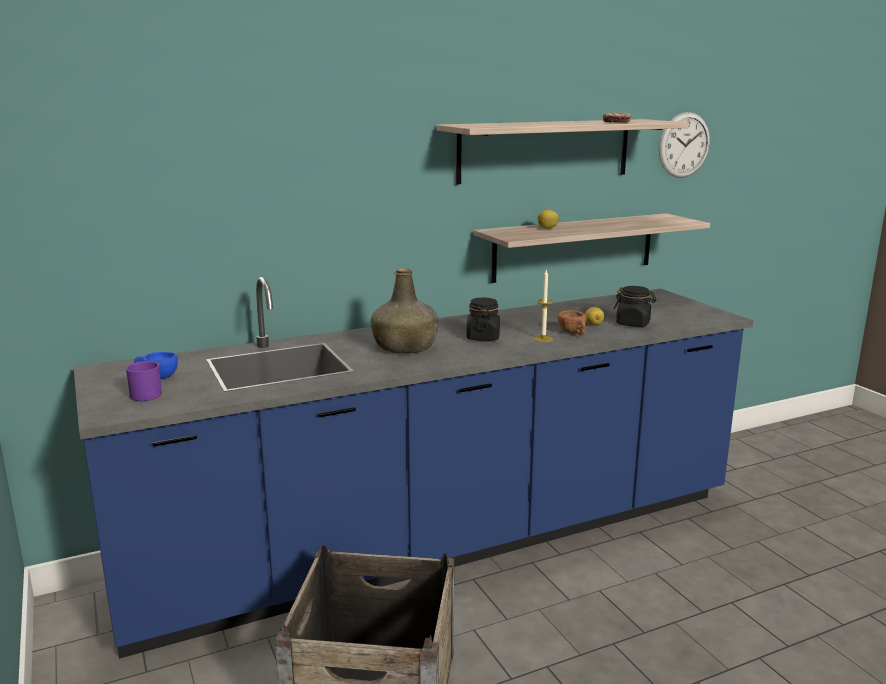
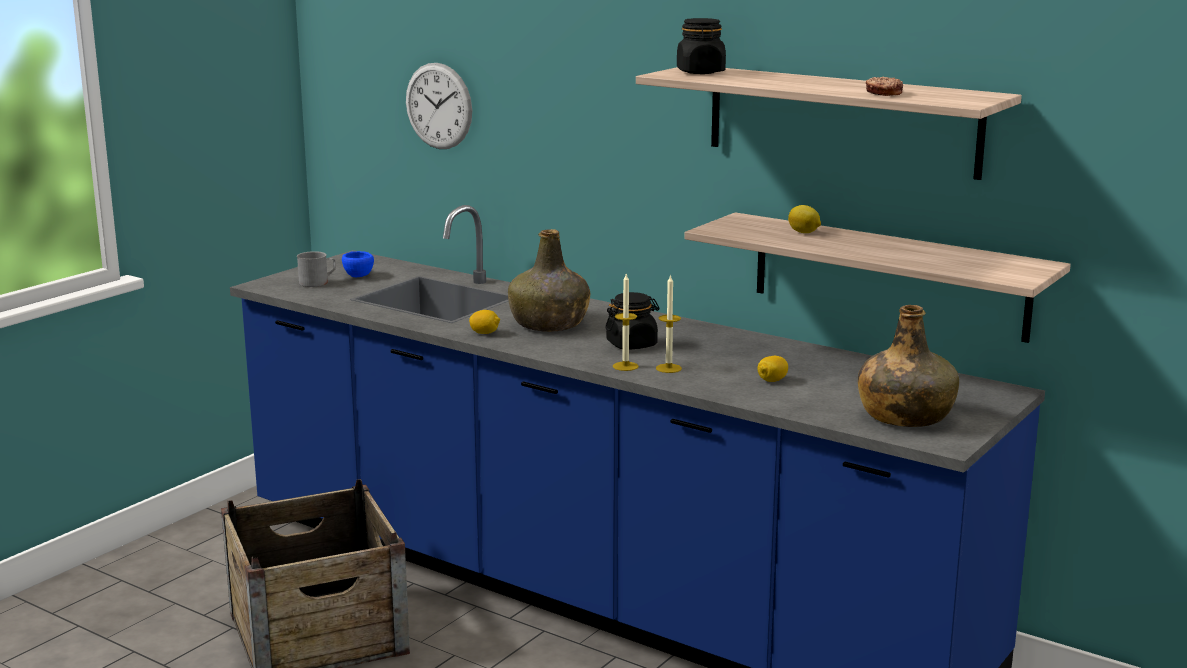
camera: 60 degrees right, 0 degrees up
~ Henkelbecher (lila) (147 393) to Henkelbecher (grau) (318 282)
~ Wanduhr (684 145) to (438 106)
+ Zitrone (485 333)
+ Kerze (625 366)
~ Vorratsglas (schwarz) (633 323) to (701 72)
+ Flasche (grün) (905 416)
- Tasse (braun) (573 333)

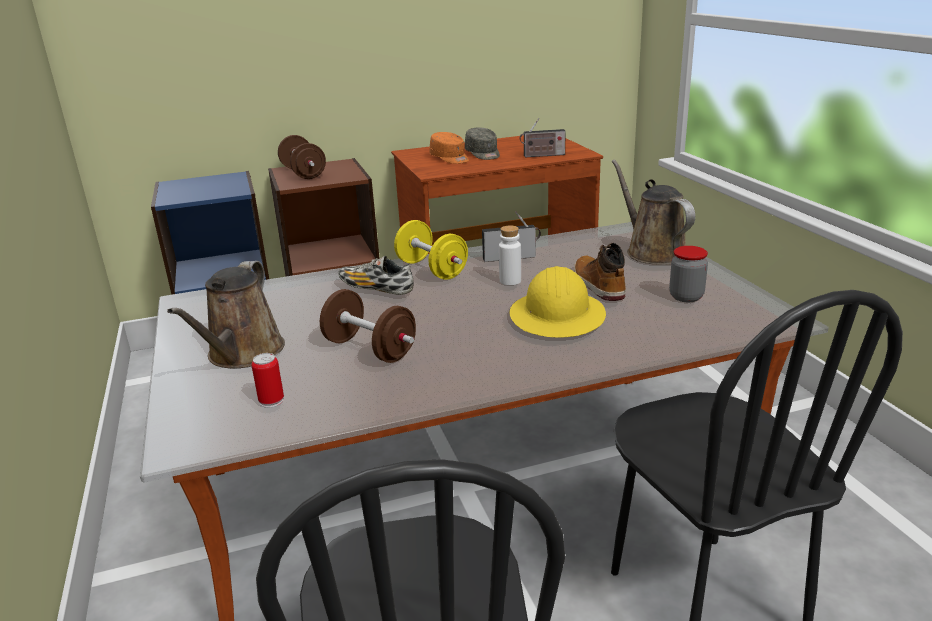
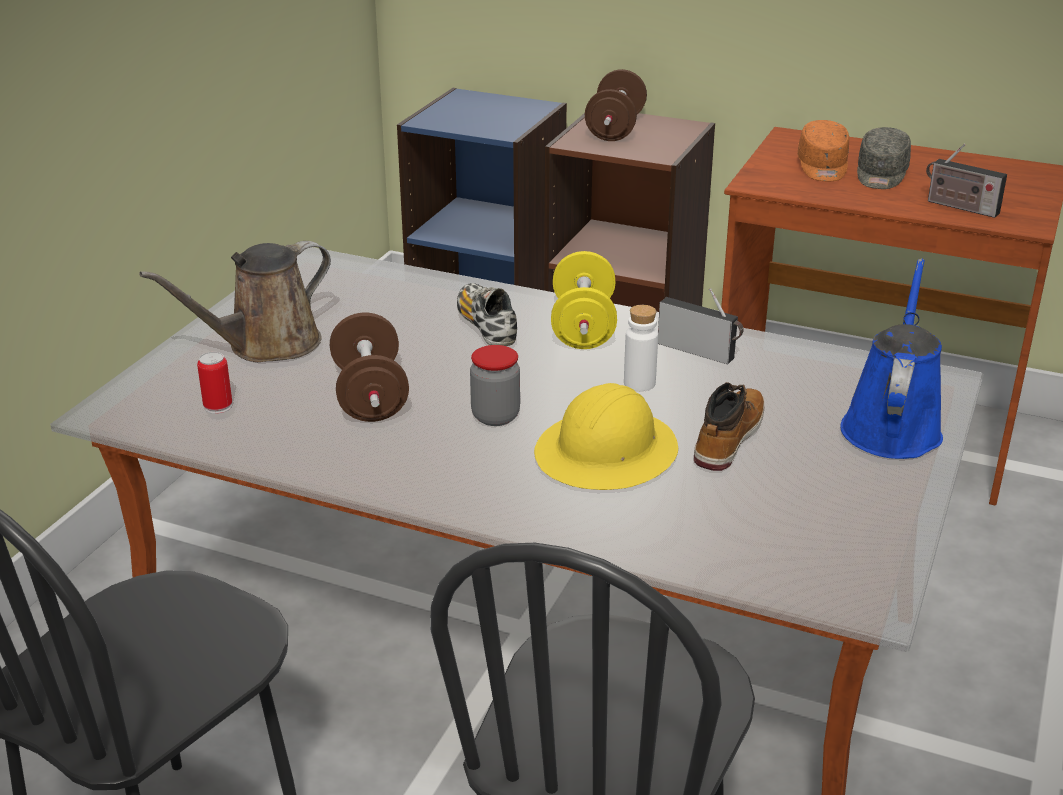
camera: 40 degrees right, 5 degrees up
~ Vorratsglas (686 297) to (495 416)
~ Gießkanne (braun) (652 252) to Gießkanne (blau) (891 426)

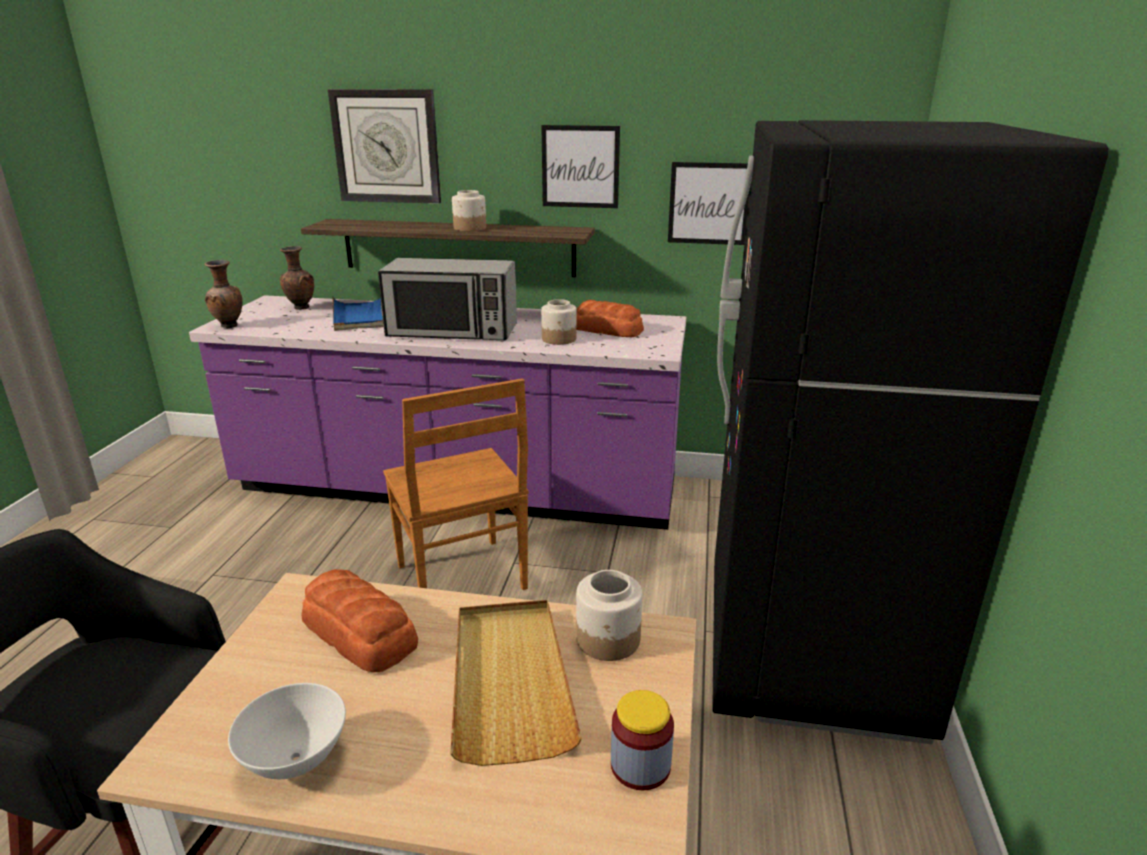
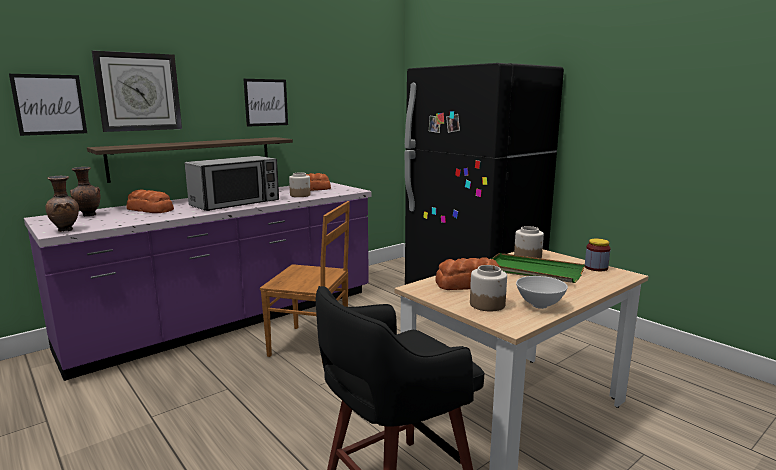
camera: 50 degrees left, 10 degrees down
~ Bild (709 203) to (49 104)
~ Tablett (blau) (359 316) to Brot (150 210)
~ Vorratsglas (470 228) to (487 304)
~ Tablett (beige) (510 680) to Tablett (grün) (533 271)

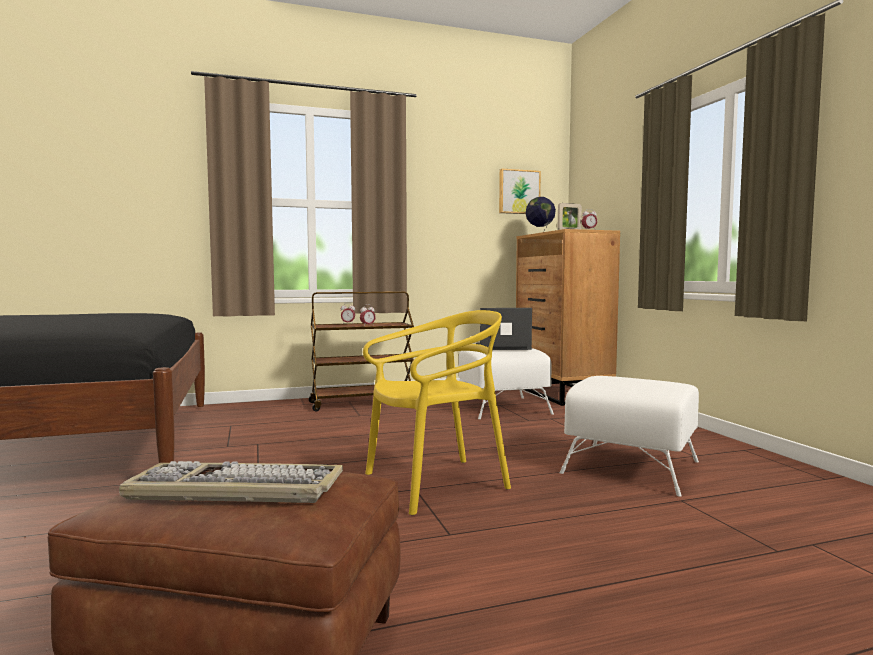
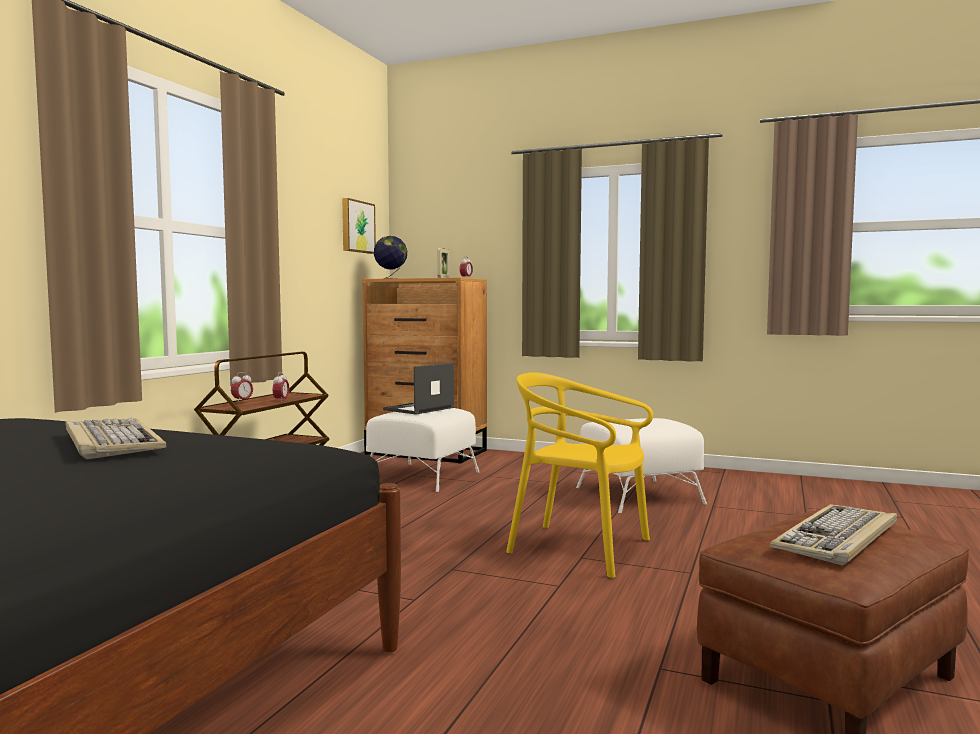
camera: 50 degrees left, 0 degrees up
+ Tastatur (110 442)
~ Stuhl (gelb) (435 484) = (580 548) 75 degrees counterclockwise

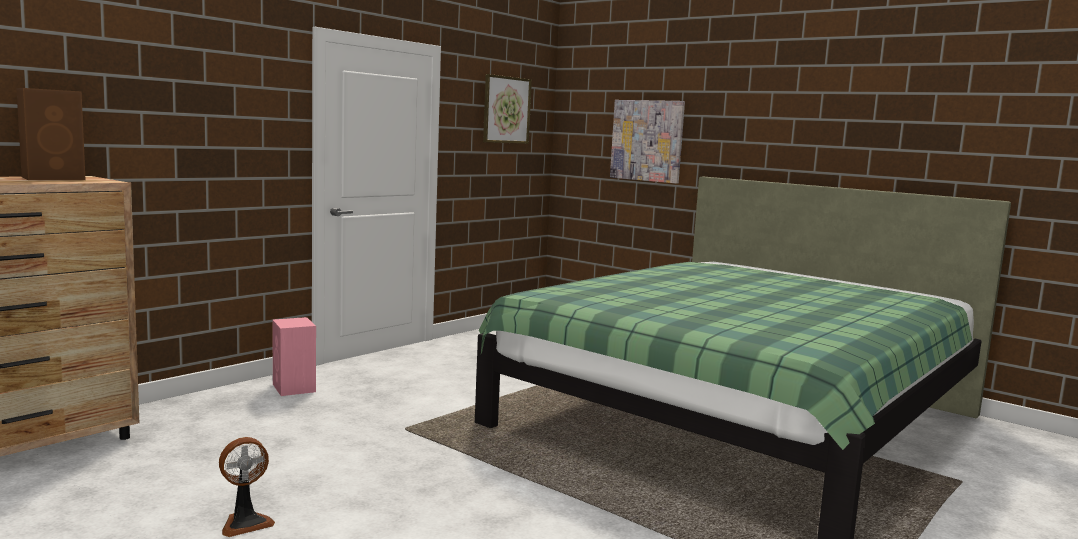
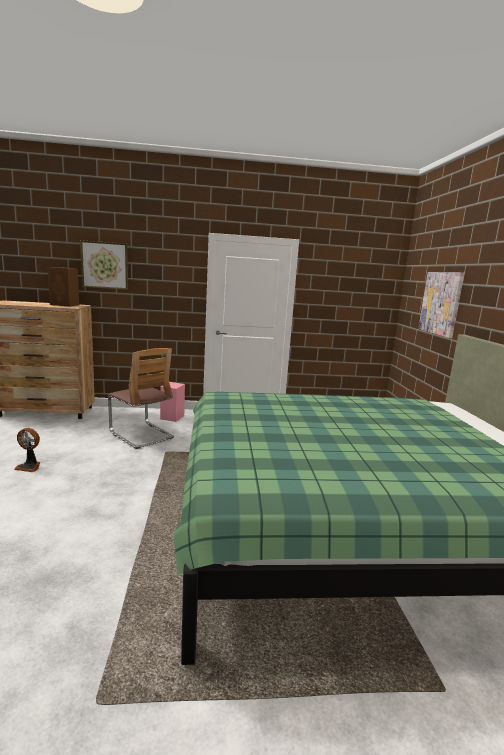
camera: 45 degrees right, 5 degrees up
~ Bild (506 110) to (104 265)
+ Stuhl (141 435)

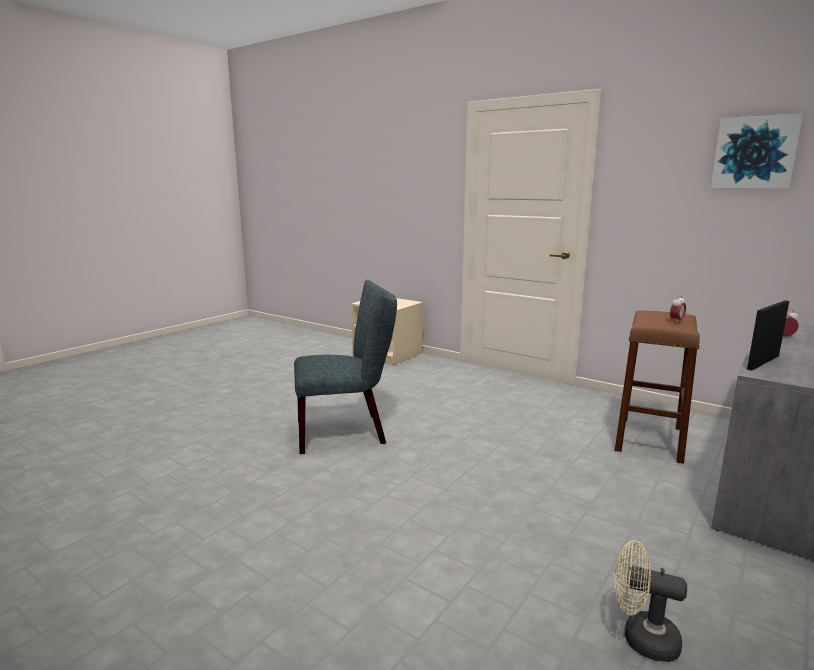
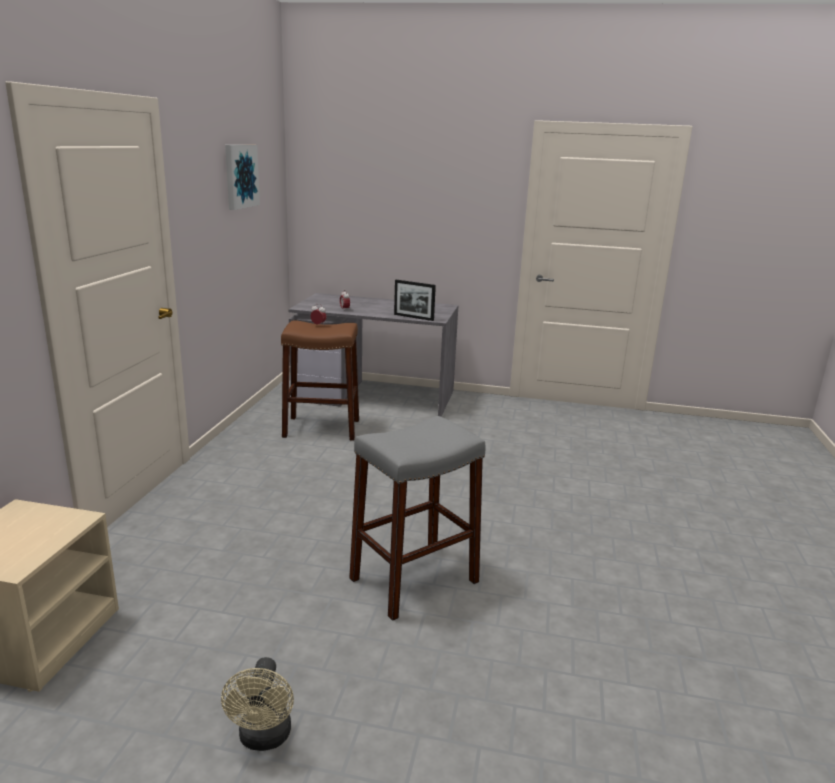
camera: 115 degrees left, 5 degrees up
~ Ventilator (beige) (641 638) to (264 738)
~ Stuhl (grau) (347 432) to Hocker (grau) (414 580)

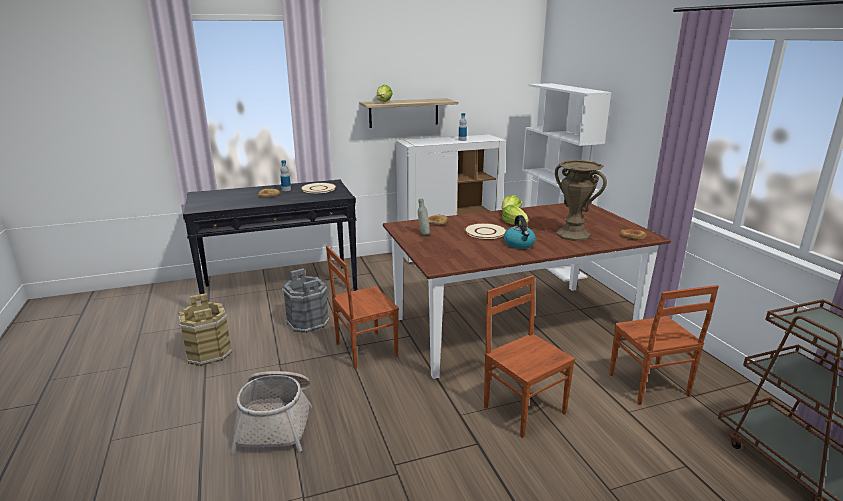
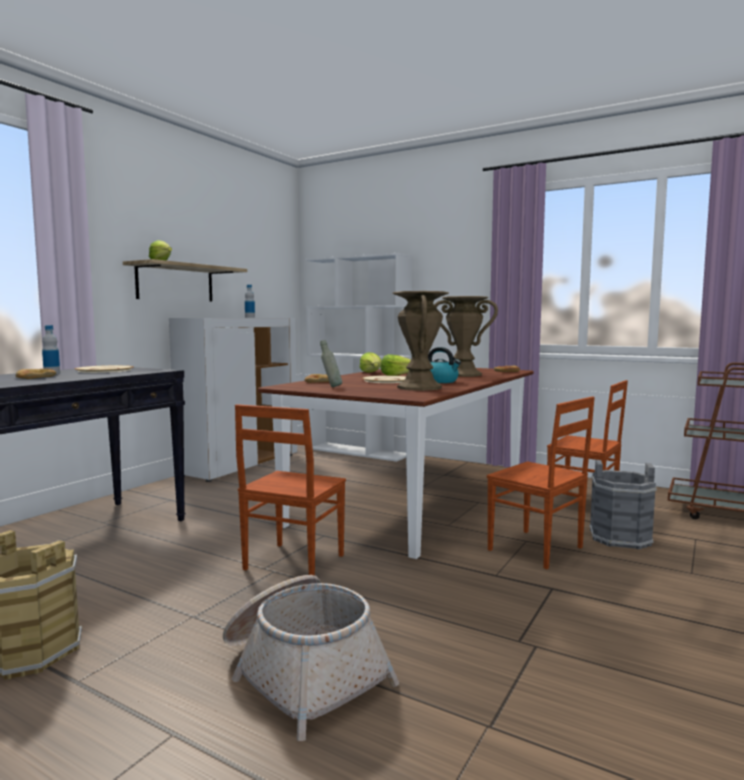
camera: 40 degrees left, 15 degrees down
+ Vase (braun) (419 388)
~ Stuhl (braun) (524 409) = (536 549) 150 degrees counterclockwise
~ Eimer (grau) (307 322) to (620 538)

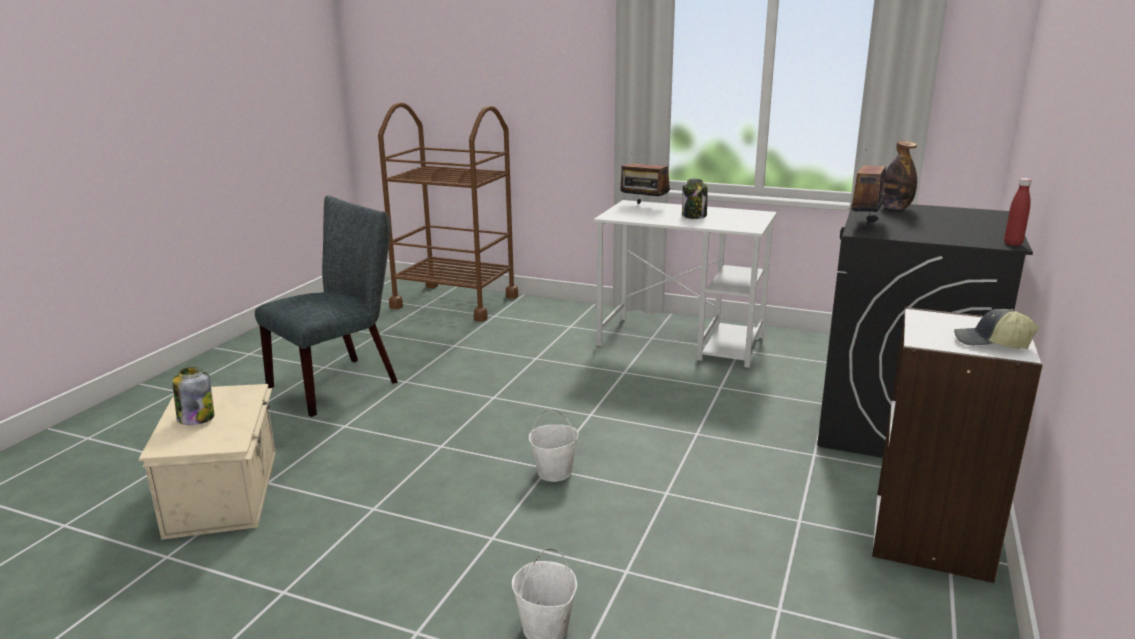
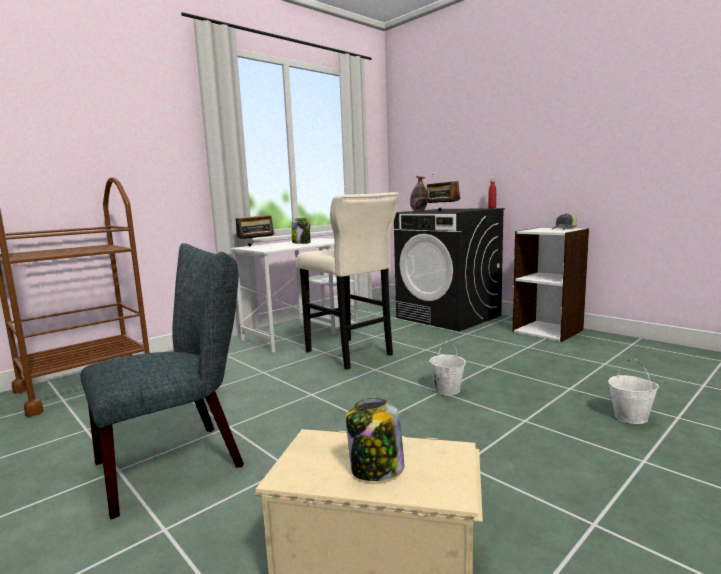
camera: 65 degrees left, 10 degrees down
~ Stuhl (grau) (341 382) = (179 461) 75 degrees clockwise
+ Hocker (beige) (351 354)

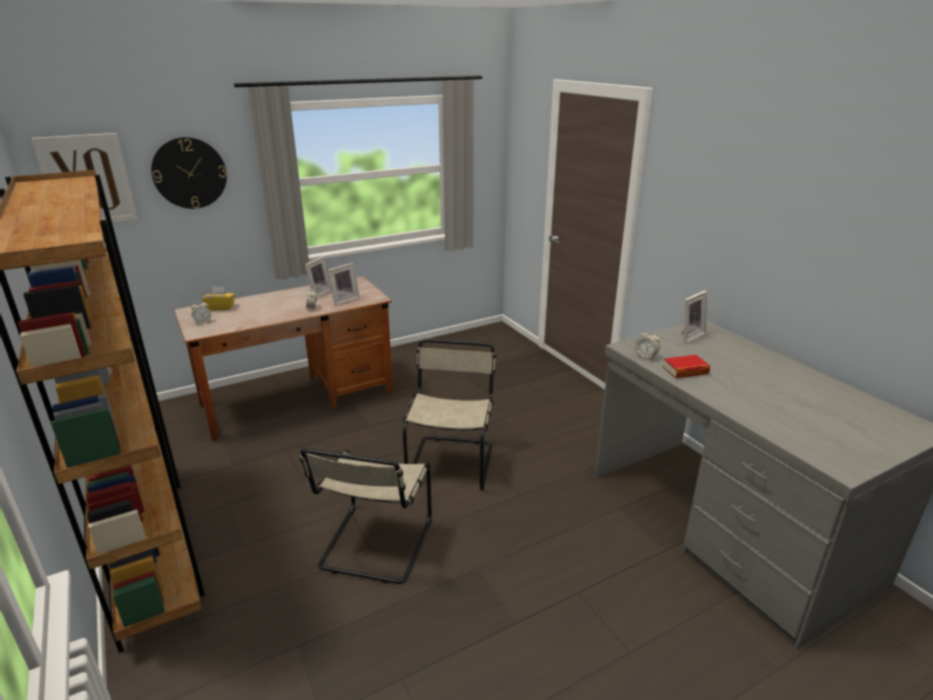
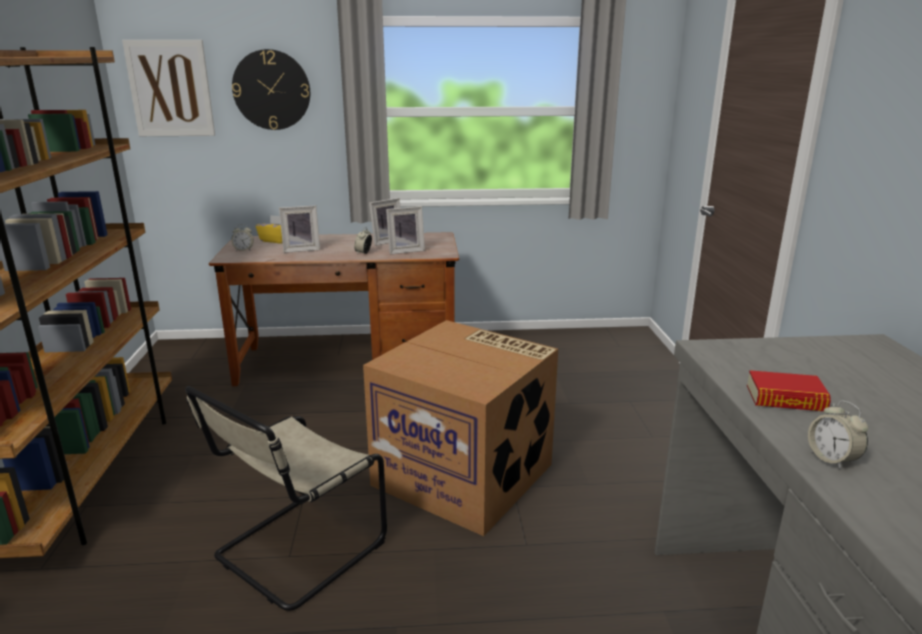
camera: 25 degrees right, 5 degrees down
~ Bilderrahmen (688 336) to (301 249)
~ Stuhl (beige) (451 461) to Karton (466 474)
~ Wecker (646 356) to (832 459)

